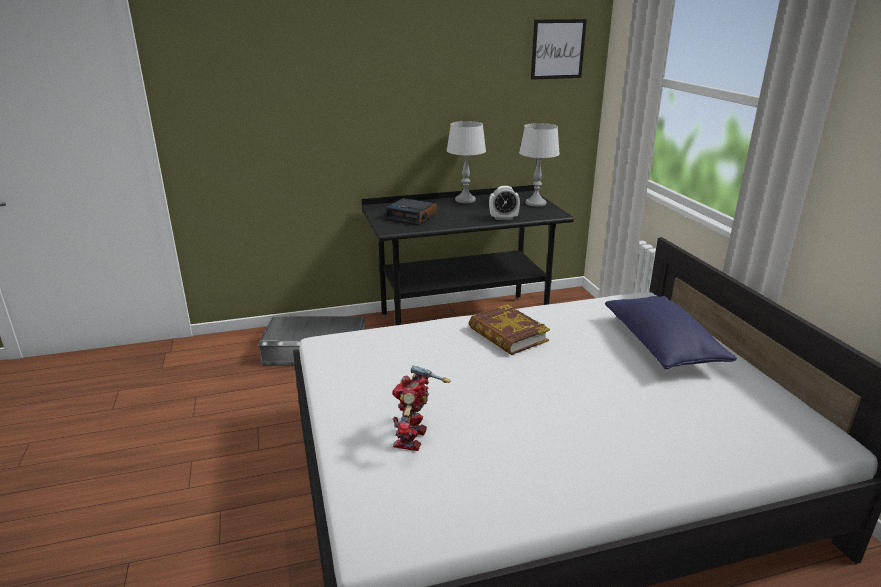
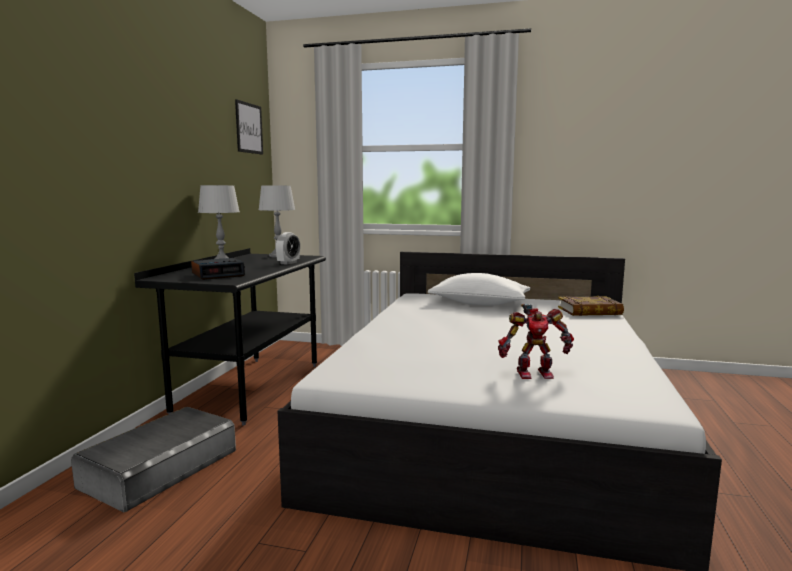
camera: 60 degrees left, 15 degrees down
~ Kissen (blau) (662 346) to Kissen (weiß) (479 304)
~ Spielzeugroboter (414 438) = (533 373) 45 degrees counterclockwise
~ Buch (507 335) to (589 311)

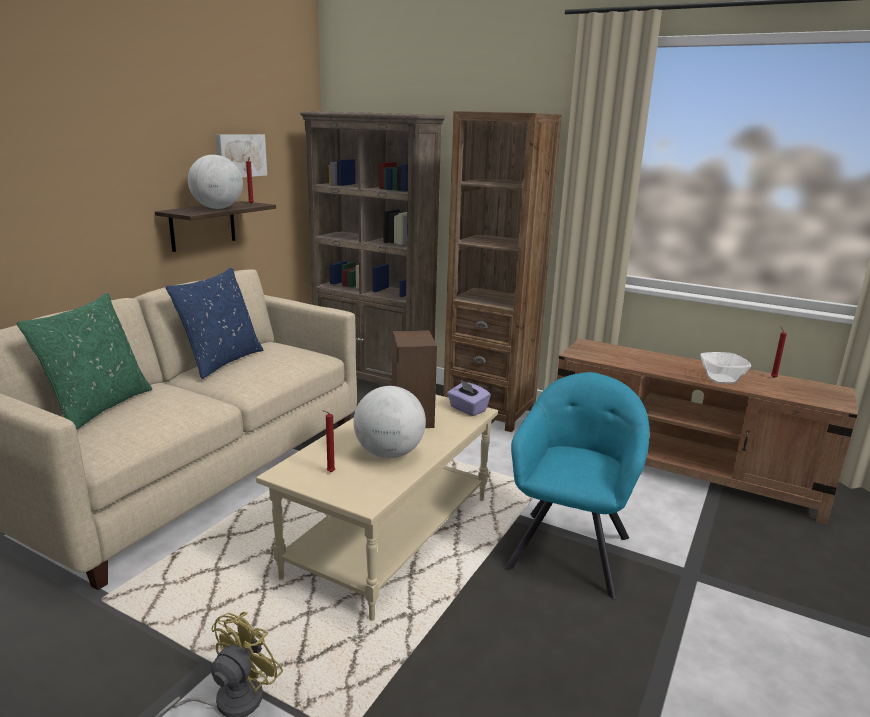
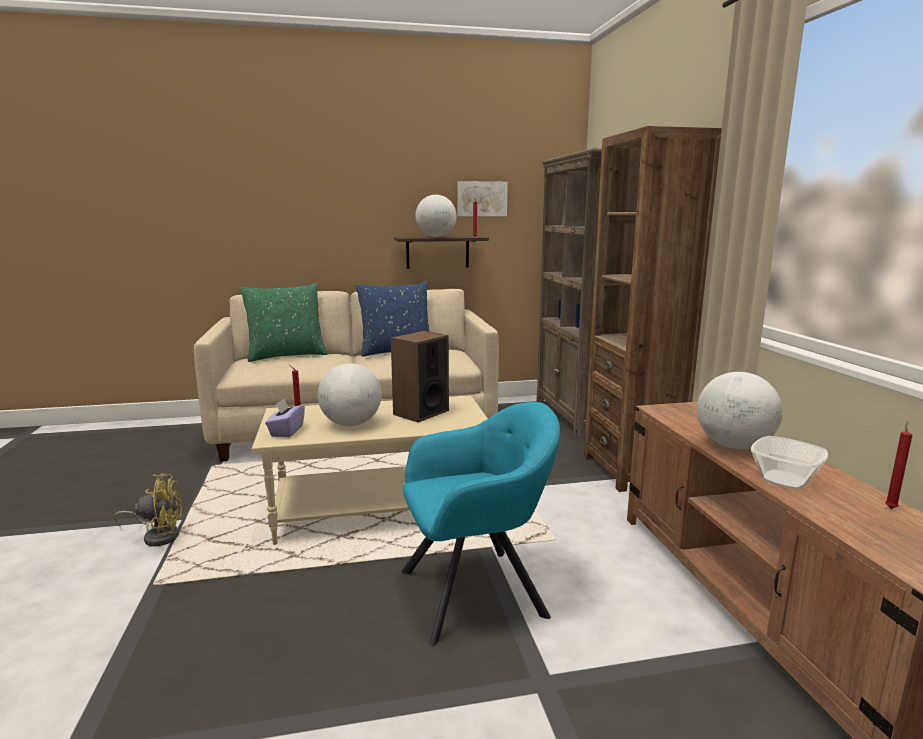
camera: 50 degrees right, 5 degrees down
~ Taschentuchbox (lila) (467 409) to (286 431)
+ Globus (734 446)

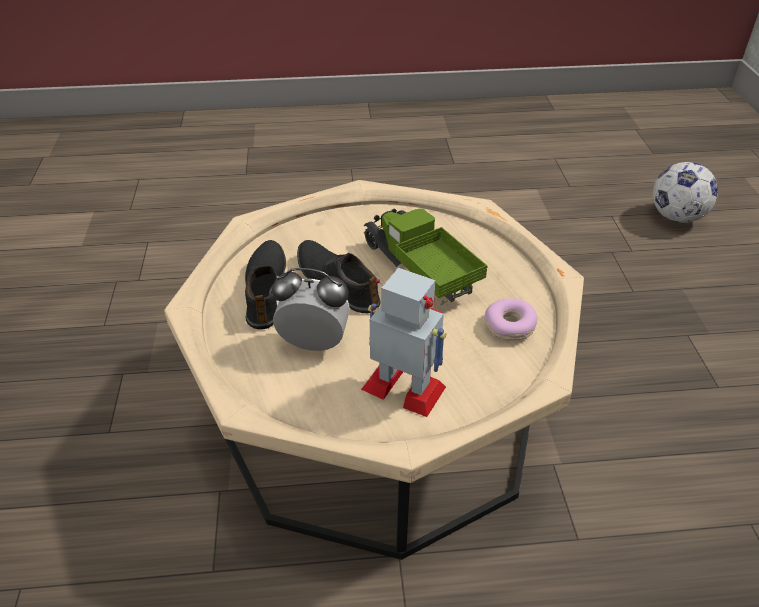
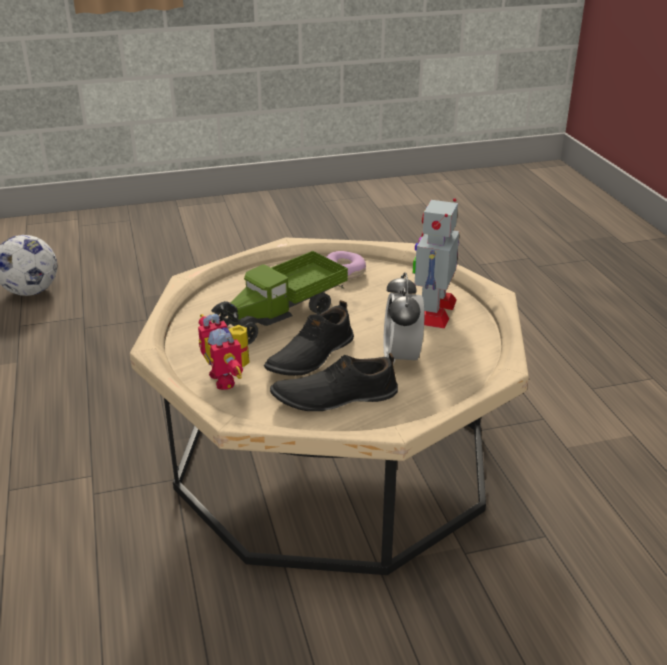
camera: 100 degrees left, 10 degrees down
+ Spielzeugroboter (229 378)

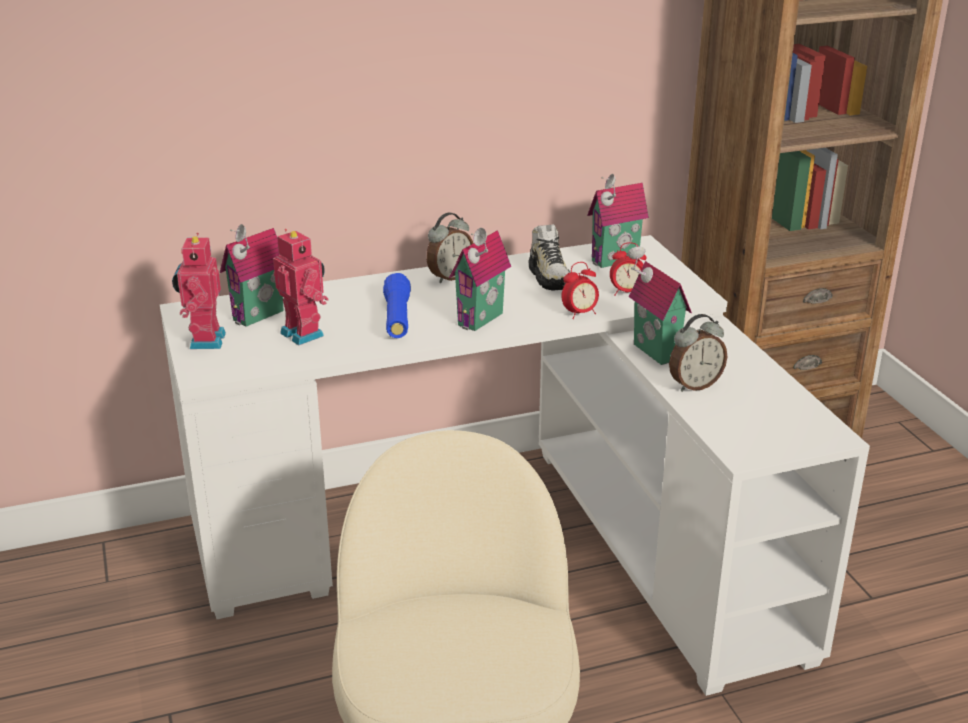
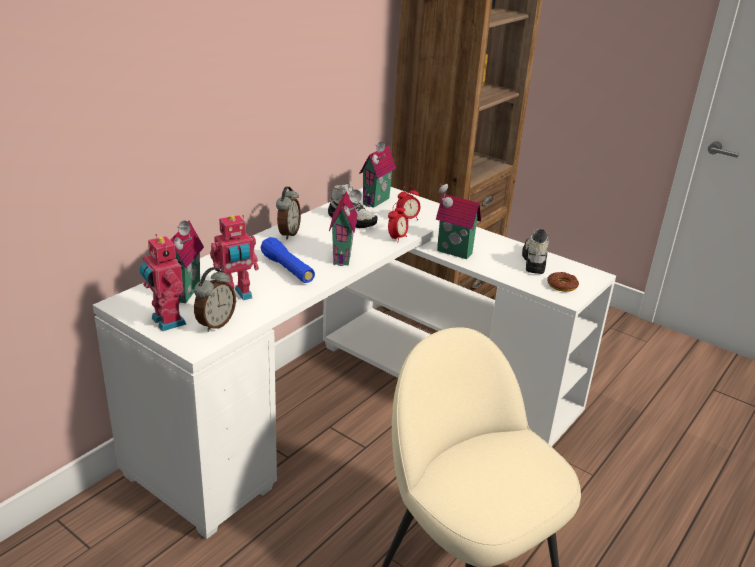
camera: 35 degrees left, 0 degrees up
~ Wecker (694 385) to (215 324)
~ Spielzeugroboter (304 333) = (236 296) 135 degrees clockwise
+ Schuh (533 261)
+ Donut (562 285)

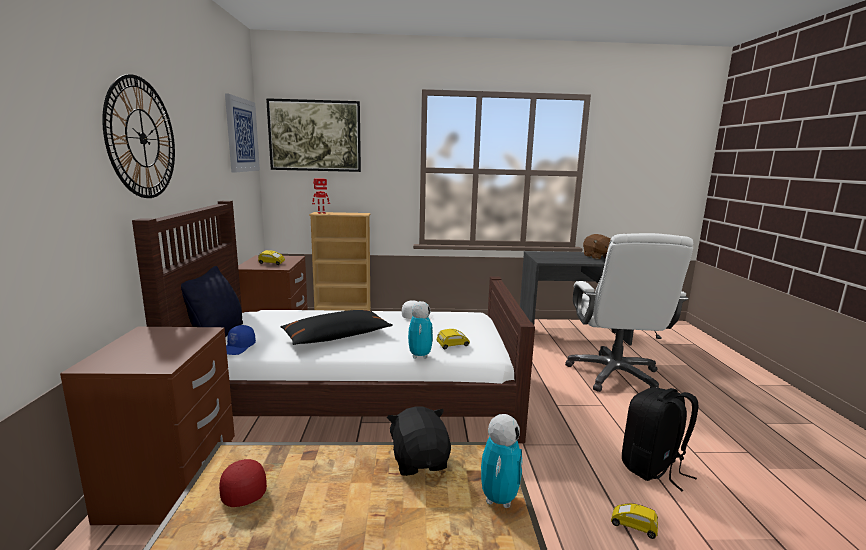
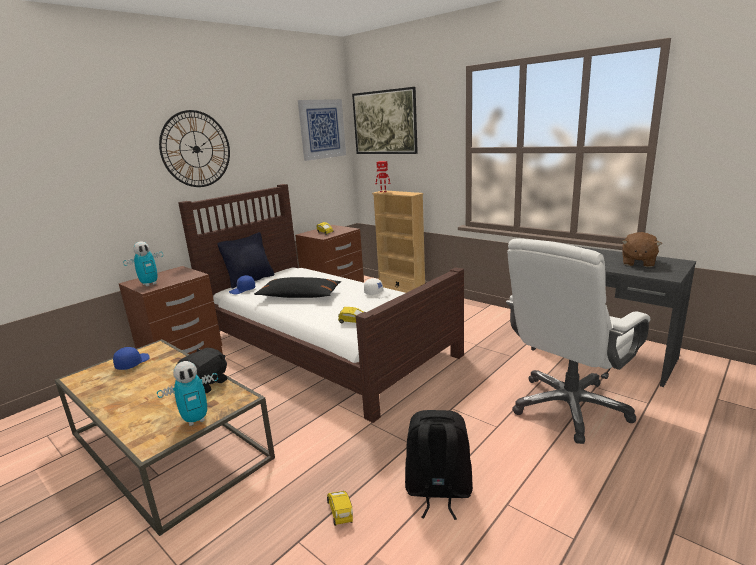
camera: 45 degrees right, 5 degrees up
~ Kappe (rot) (242 489) to Kappe (blau) (132 363)
~ Spielzeugroboter (420 356) to (150 284)

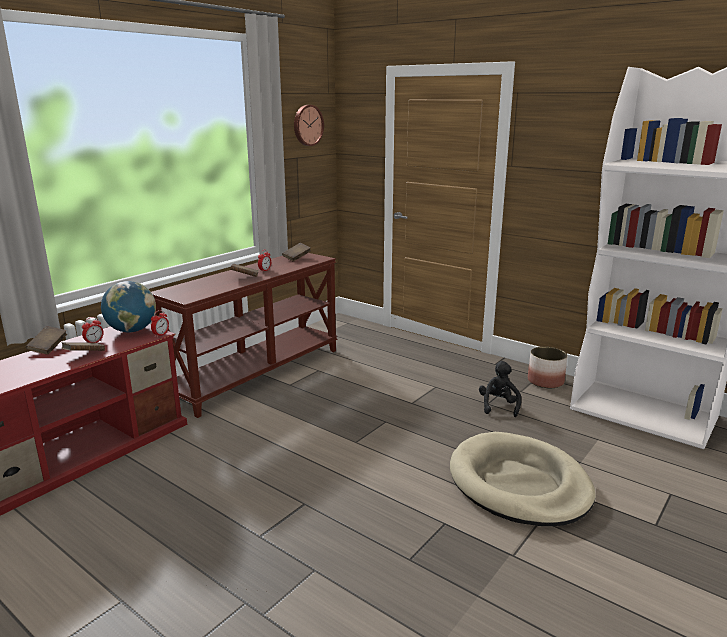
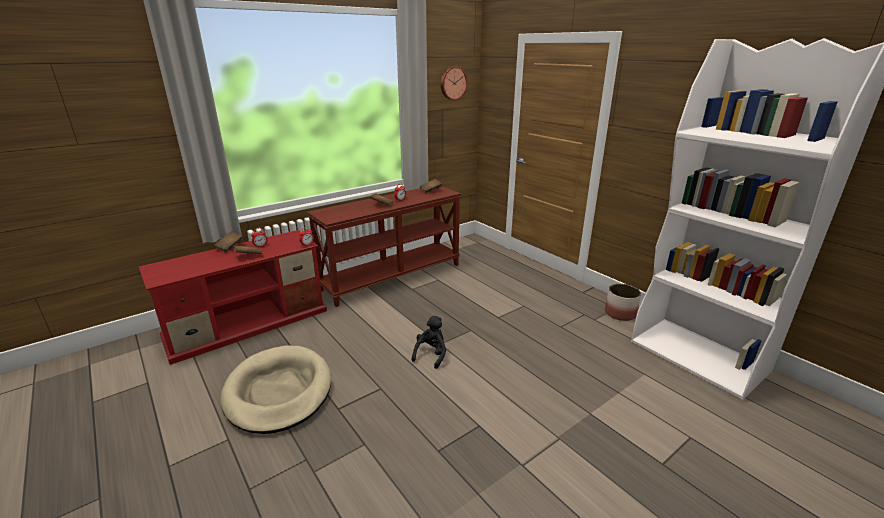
camera: 15 degrees right, 5 degrees up
~ Hundebett (beige) (519 484) to (278 392)
~ Plüschtier (schwarz) (498 406) to (431 355)
- Globus (132 330)

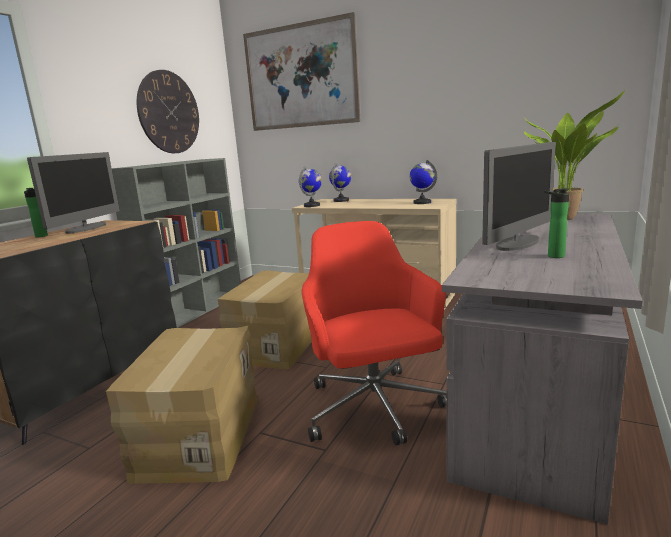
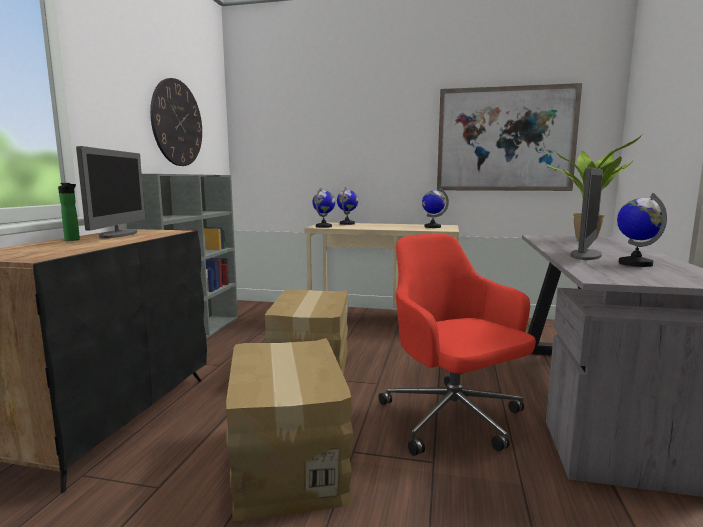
camera: 15 degrees left, 5 degrees down
~ Bild (300 76) to (505 139)
~ Flasche (553 256) to Globus (635 264)

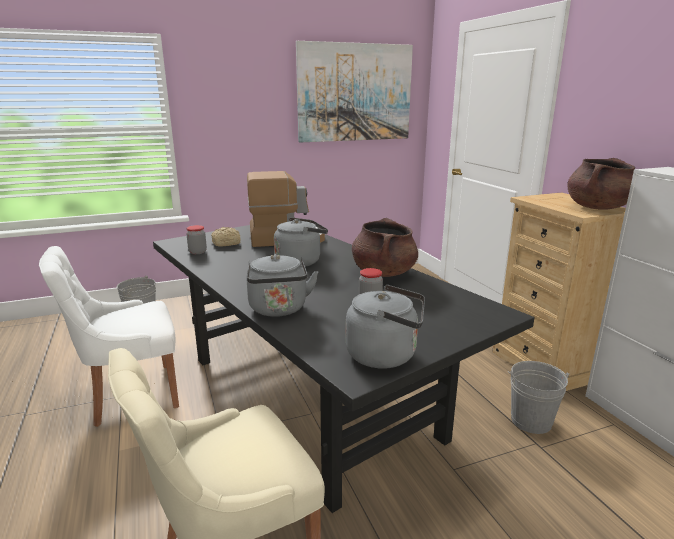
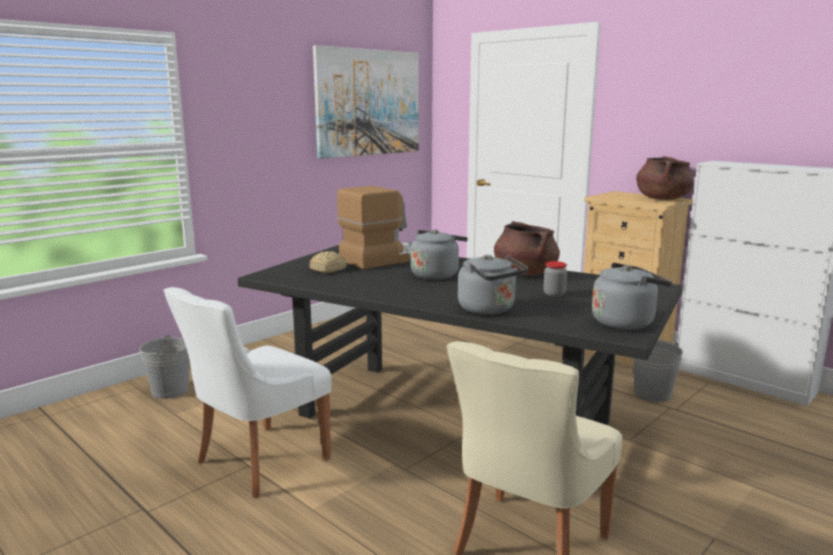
camera: 25 degrees left, 5 degrees down
- Vorratsglas (197 252)

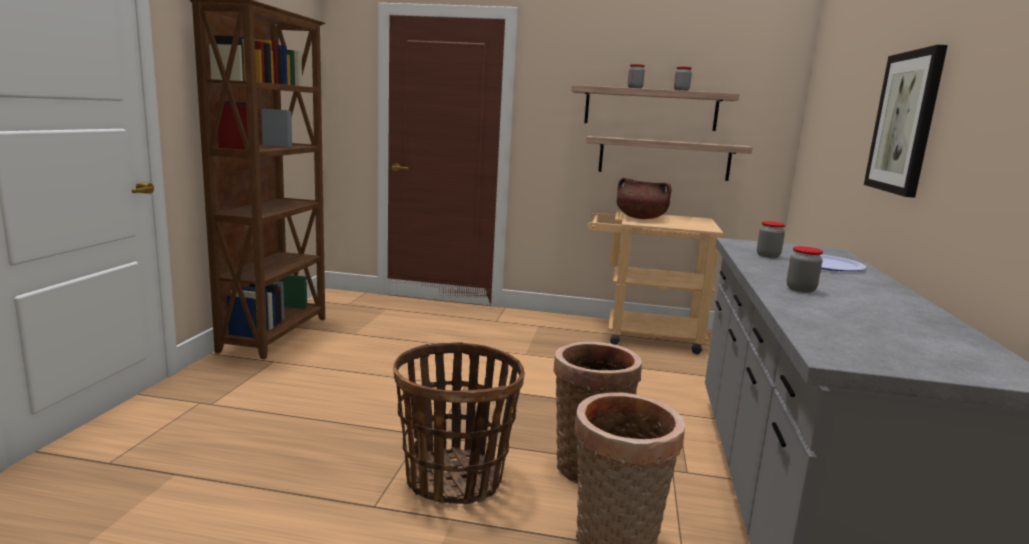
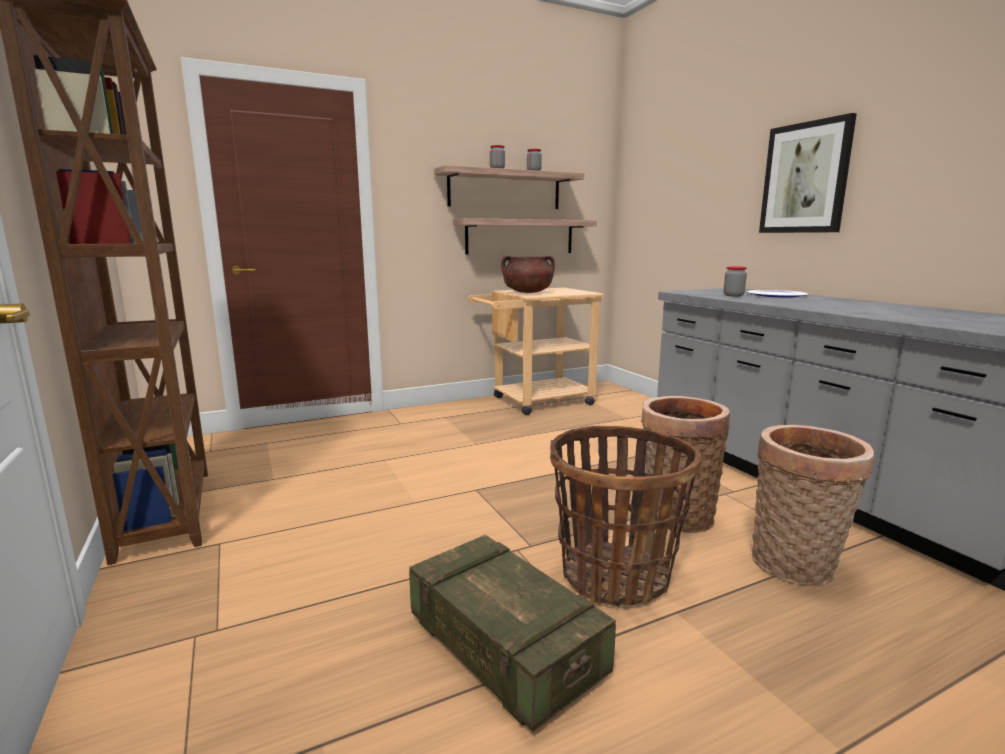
camera: 35 degrees left, 0 degrees up
+ Kiste (504 648)
- Vorratsglas (800 289)

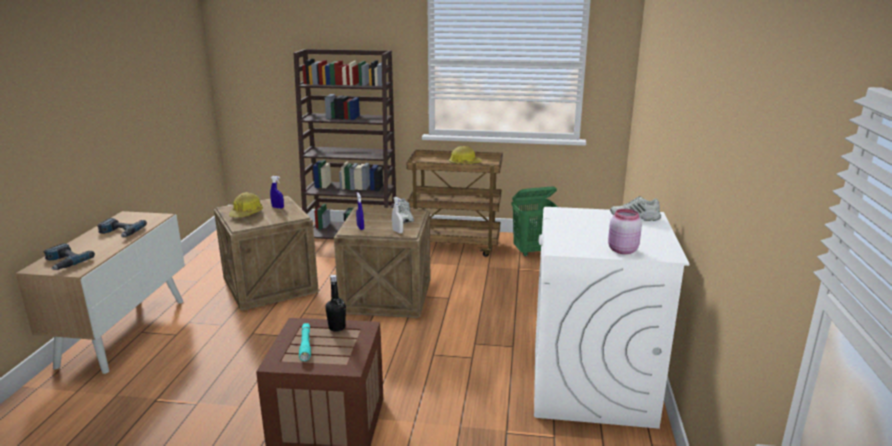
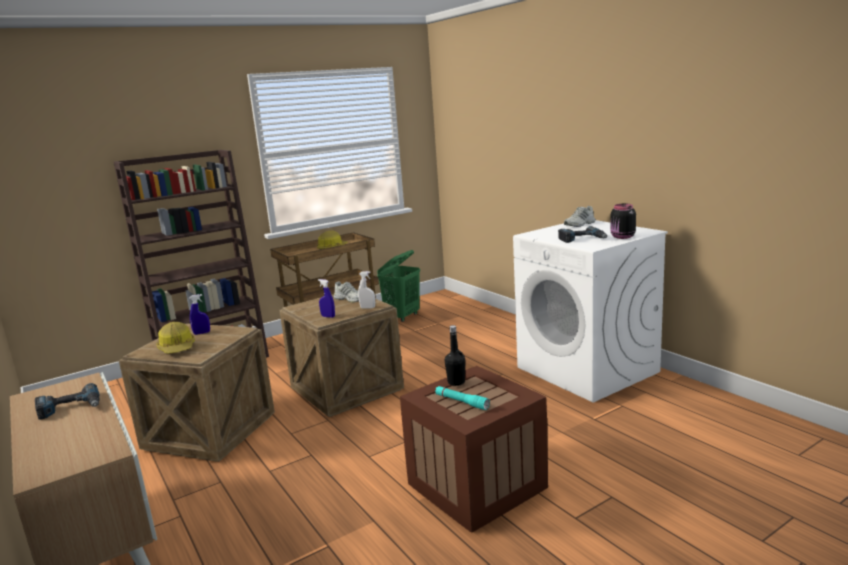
camera: 40 degrees left, 5 degrees down
~ Bohrmaschine (64 262) to (582 239)
~ Vorratsglas (rosa) (621 250) to Vorratsglas (schwarz) (622 237)

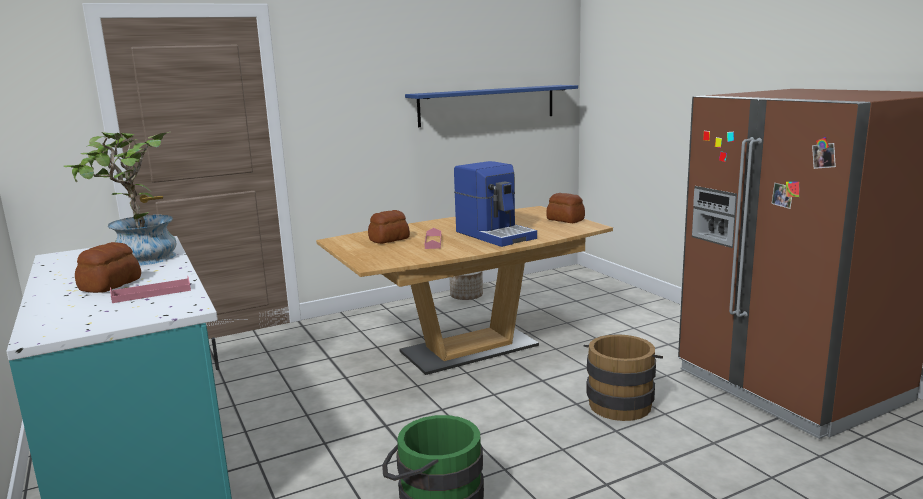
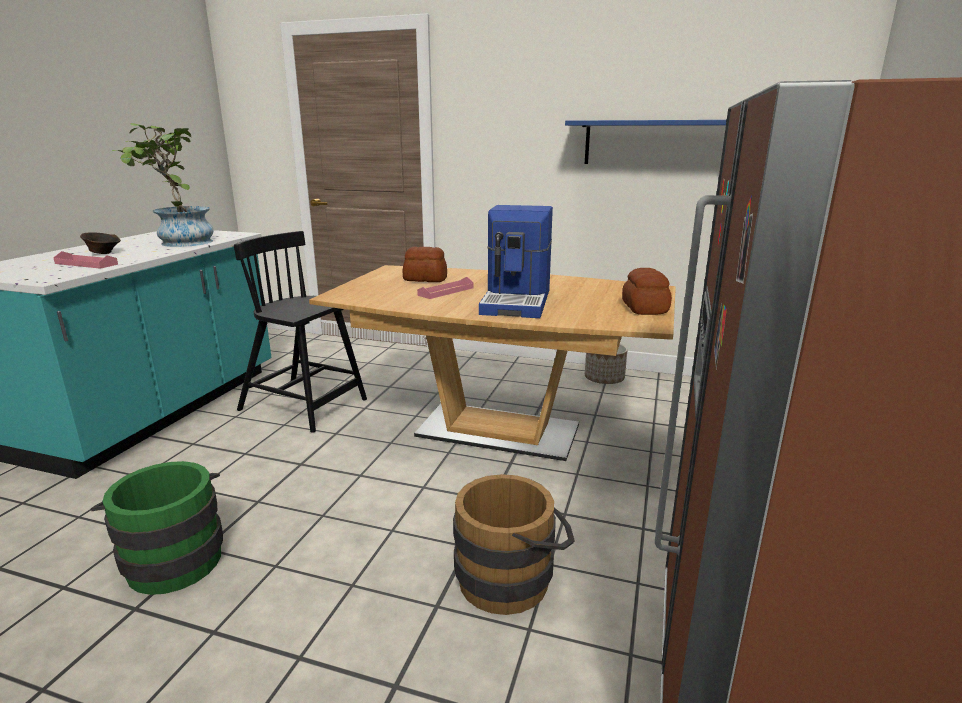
camera: 45 degrees right, 5 degrees up
~ Brot (109 285) to Schüssel (braun) (103 253)
+ Stuhl (schwarz) (305 405)

